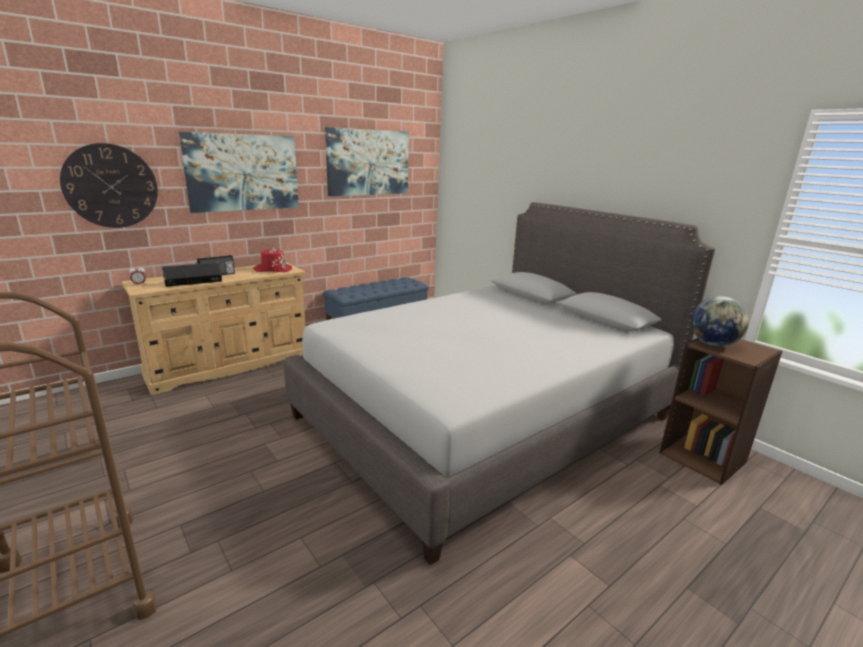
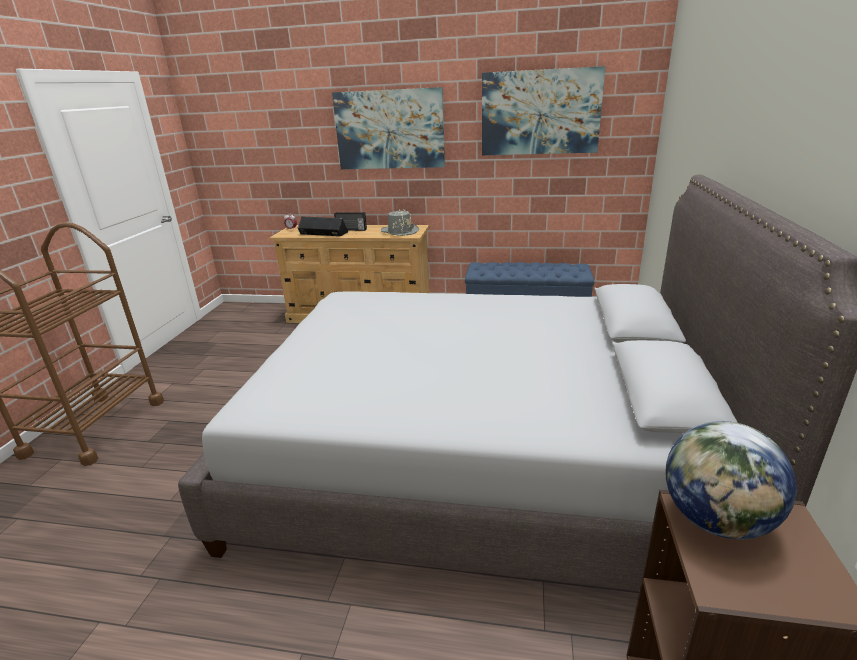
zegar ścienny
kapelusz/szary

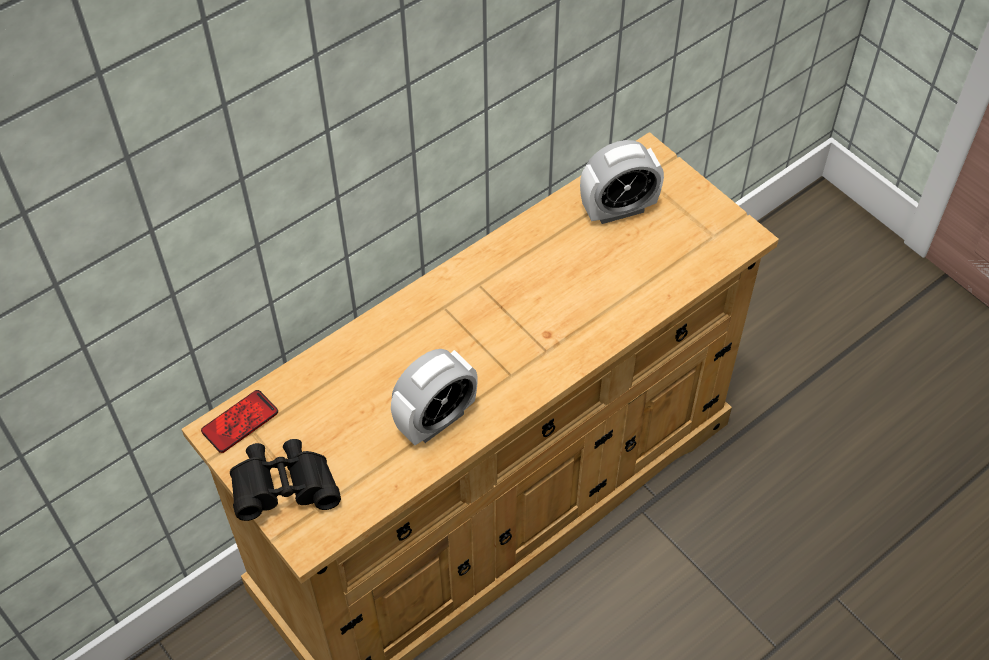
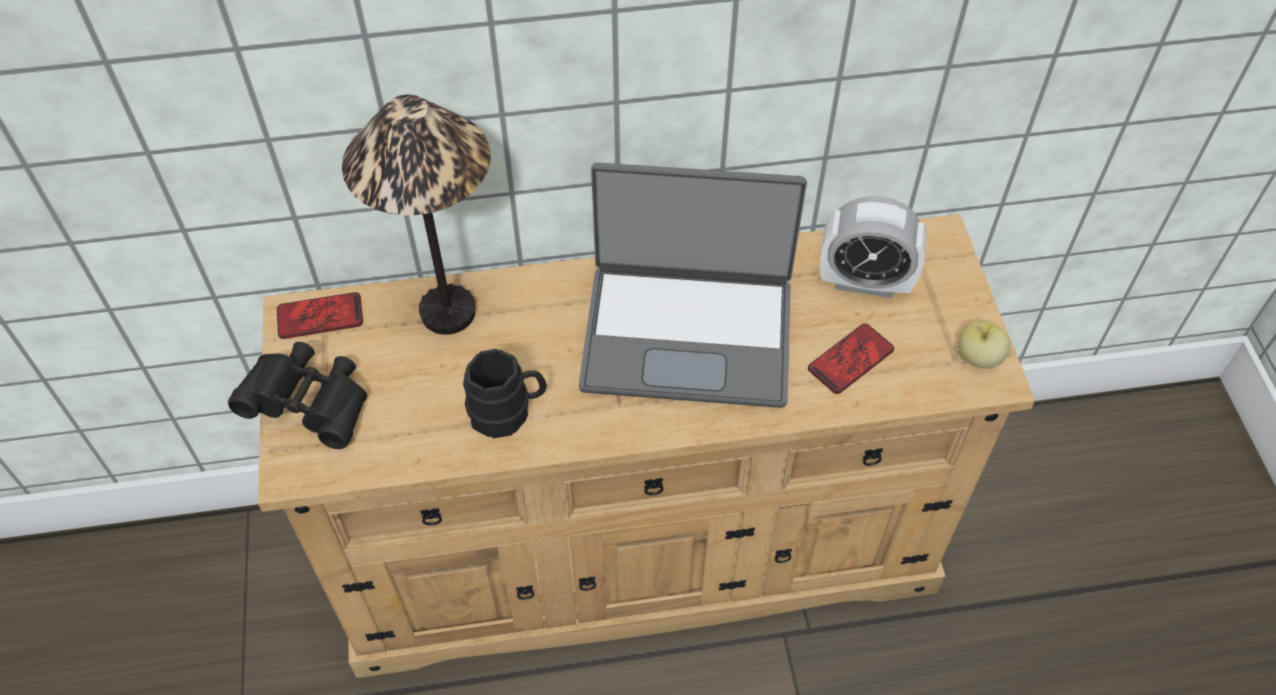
lampa stołowa
laptop
telefon (no. 2 from left)
jabłko
kubek/czarny

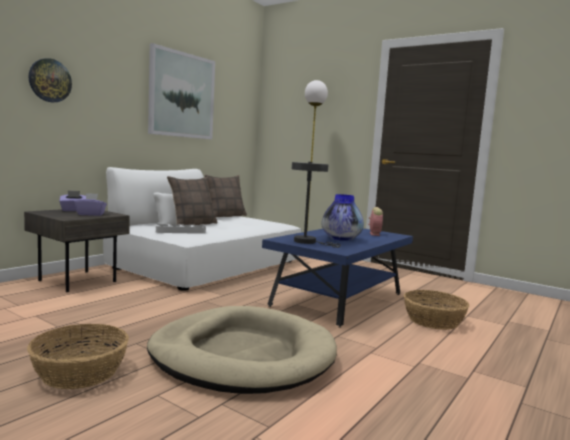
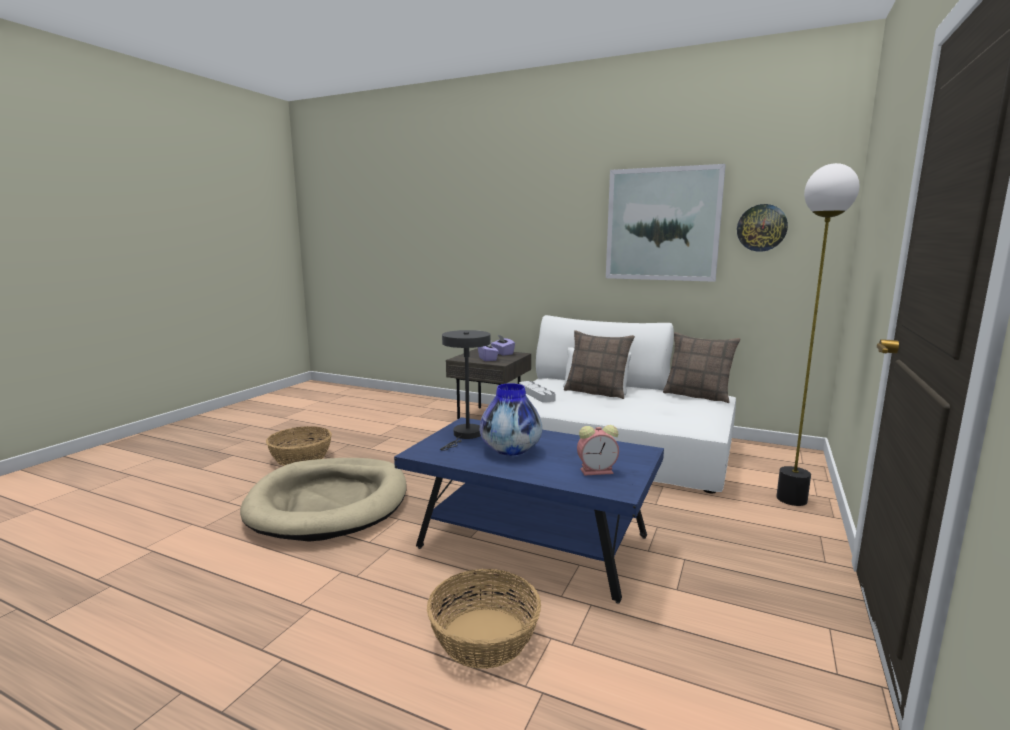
zegar ścienny

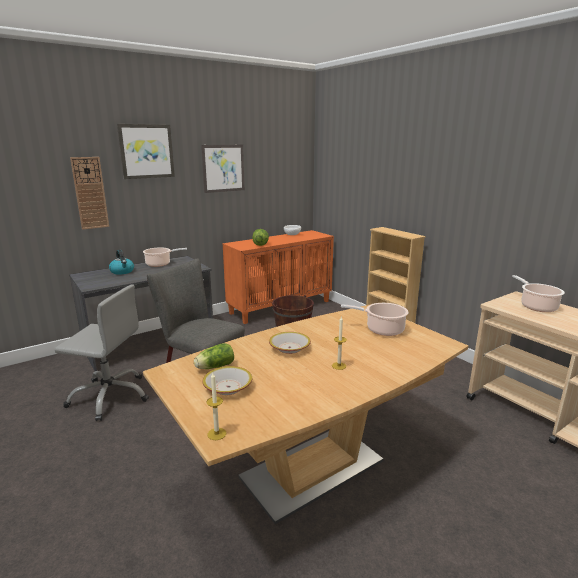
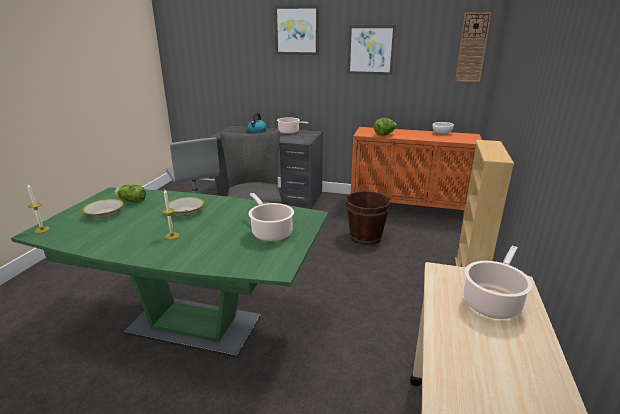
zegar ścienny
stół jadalny/zielony

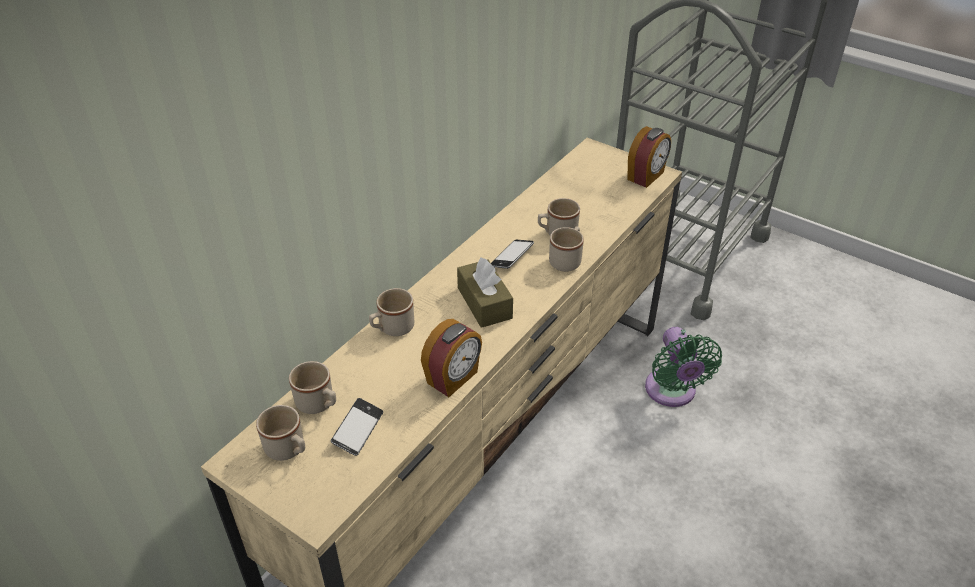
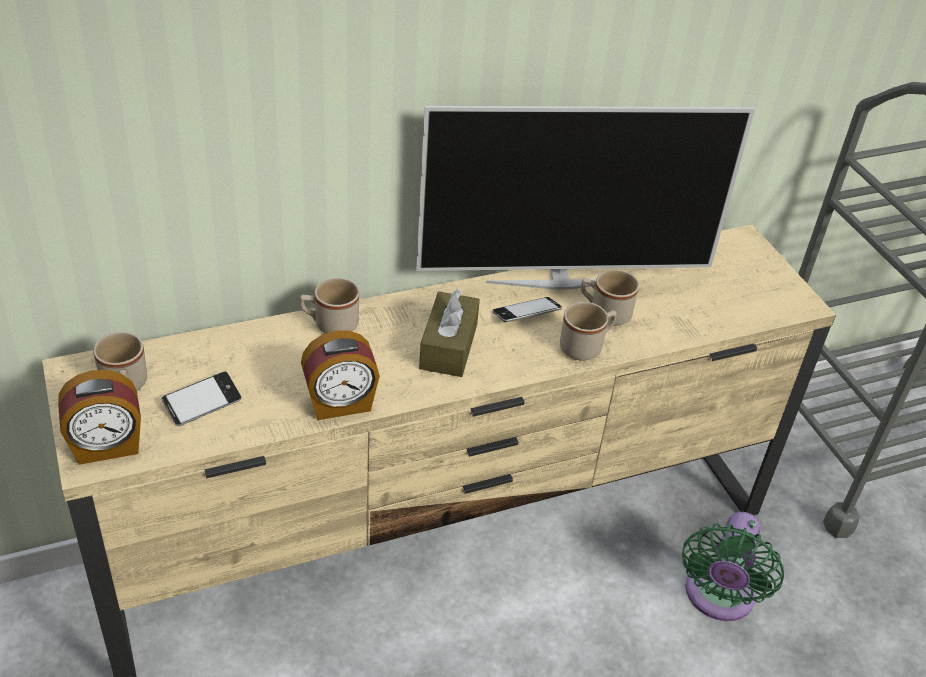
kubek/beżowy (no. 2 from left in the first image)
telewizor
budzik (no. 1 from left)

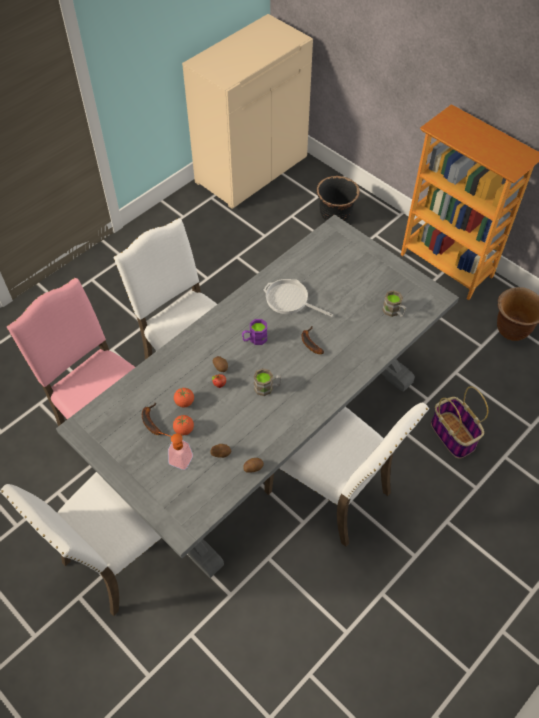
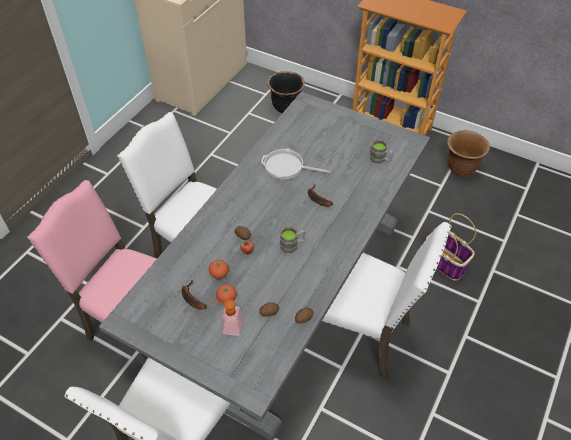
kubek/fioletowy

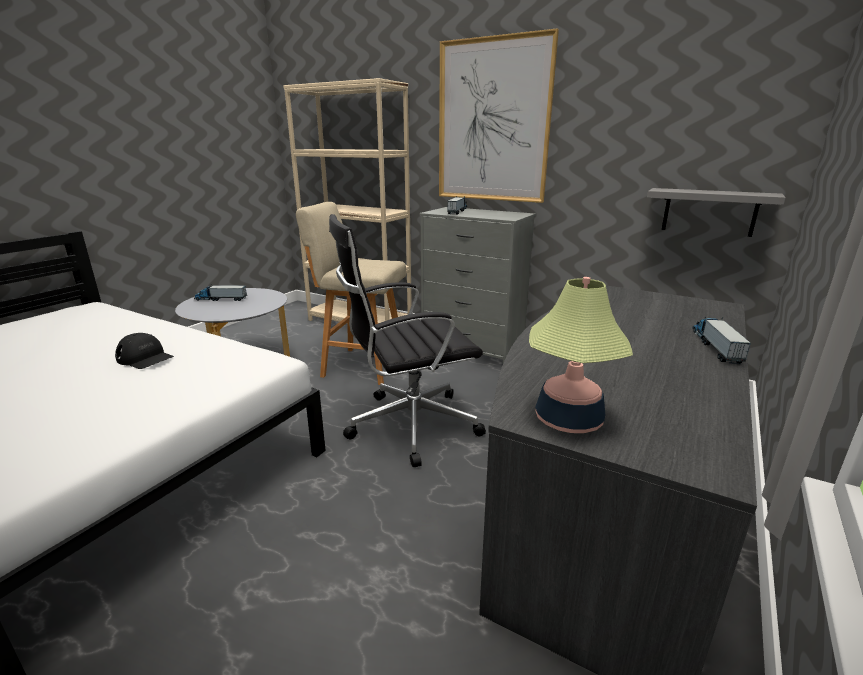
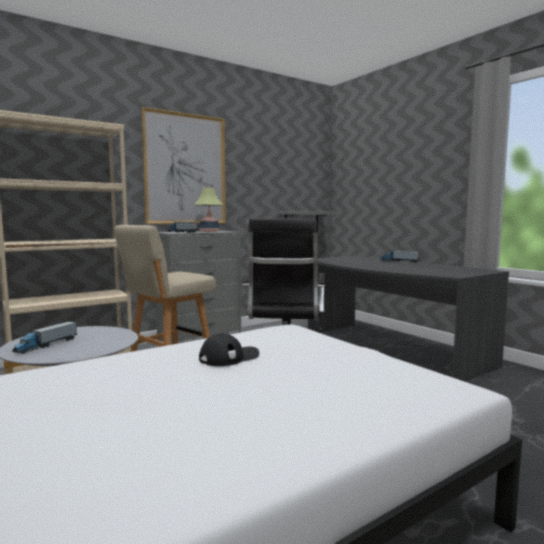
lampa stołowa

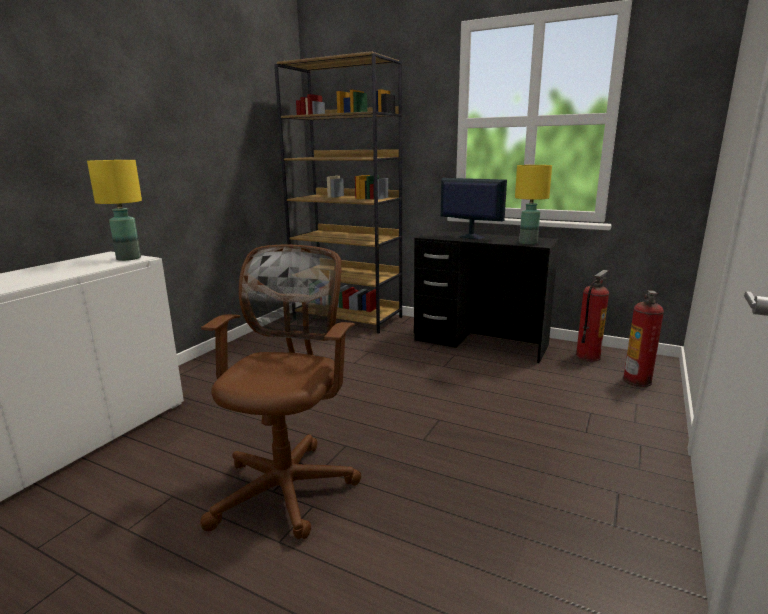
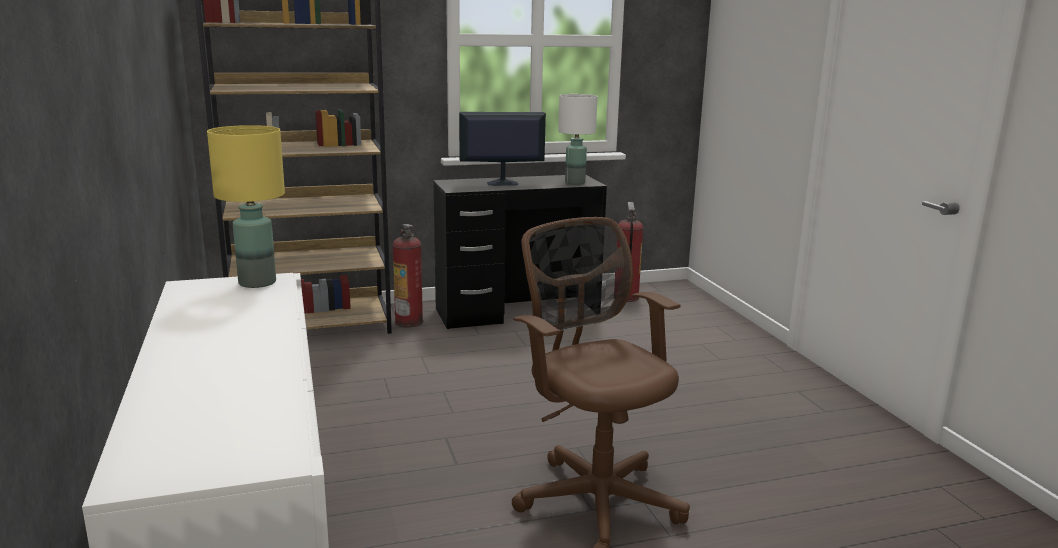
gaśnica (no. 1 from left)
lampa stołowa/biały

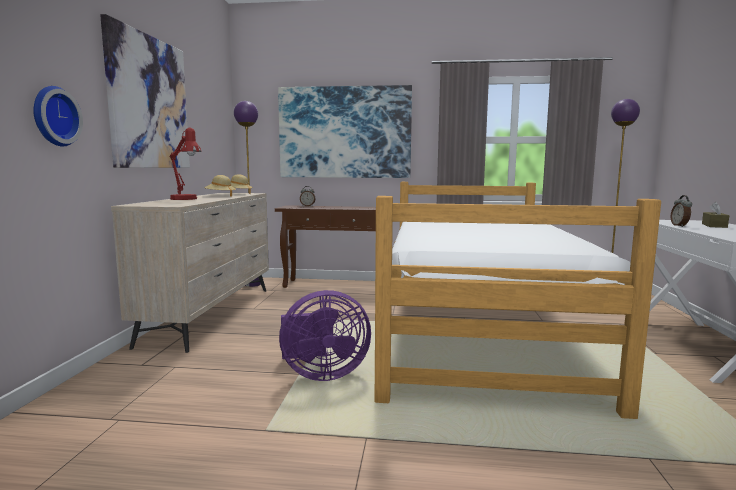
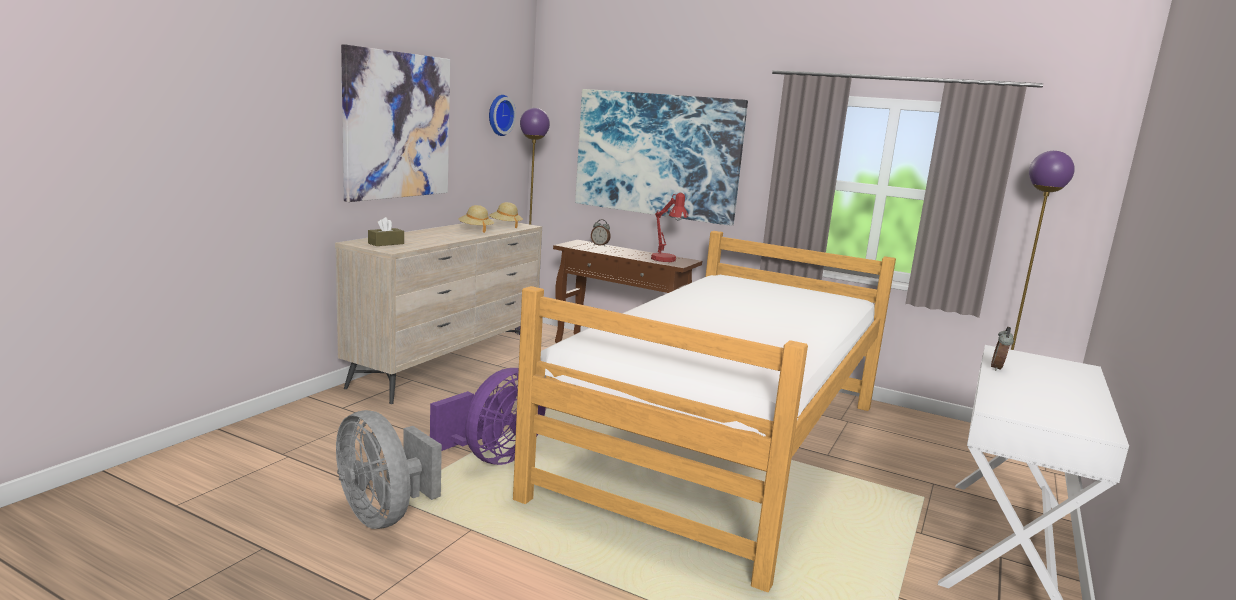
wentylator/szary
zegar ścienny
lampa stołowa/czerwony
pudełko chusteczek/brązowy
wentylator/fioletowy

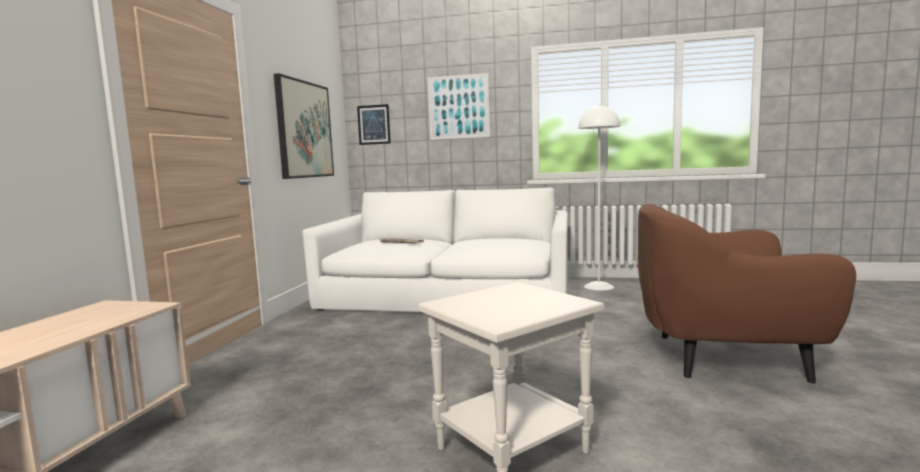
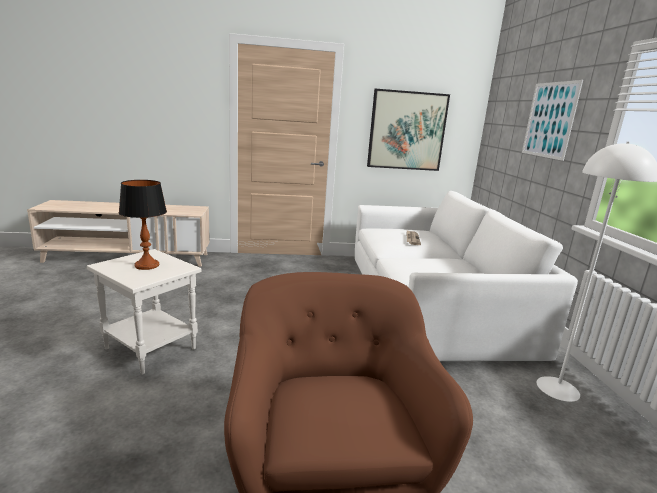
obraz (no. 2 from left in the first image)
lampa stołowa

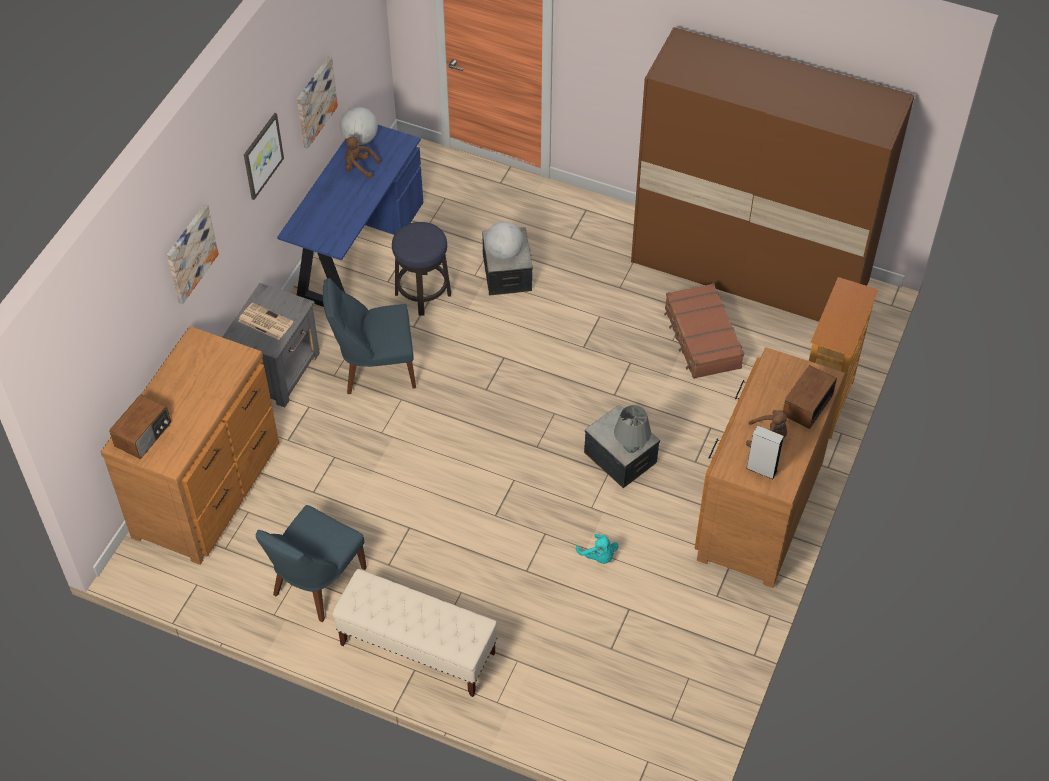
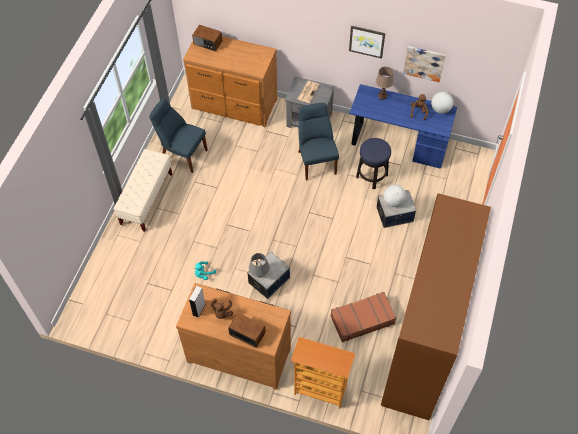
obraz (no. 1 from left in the first image)
lampa stołowa/brązowy

